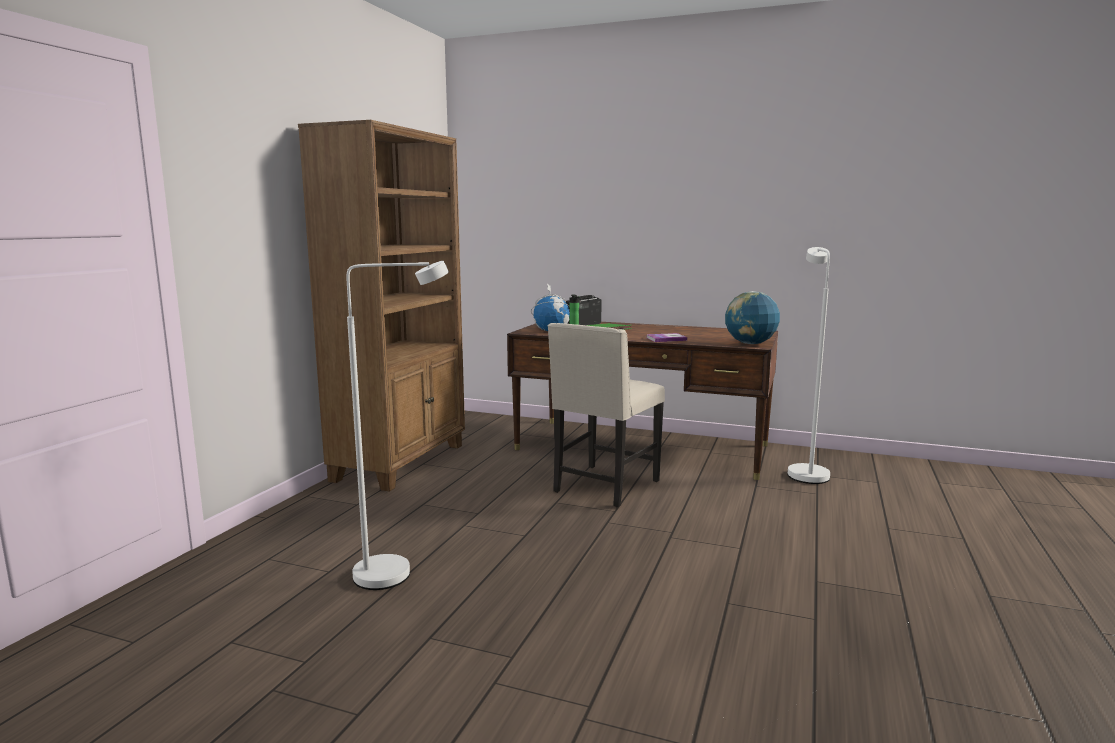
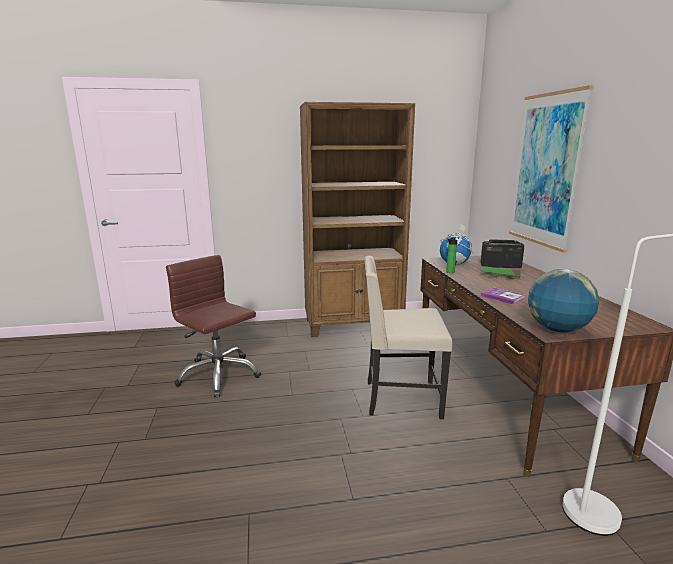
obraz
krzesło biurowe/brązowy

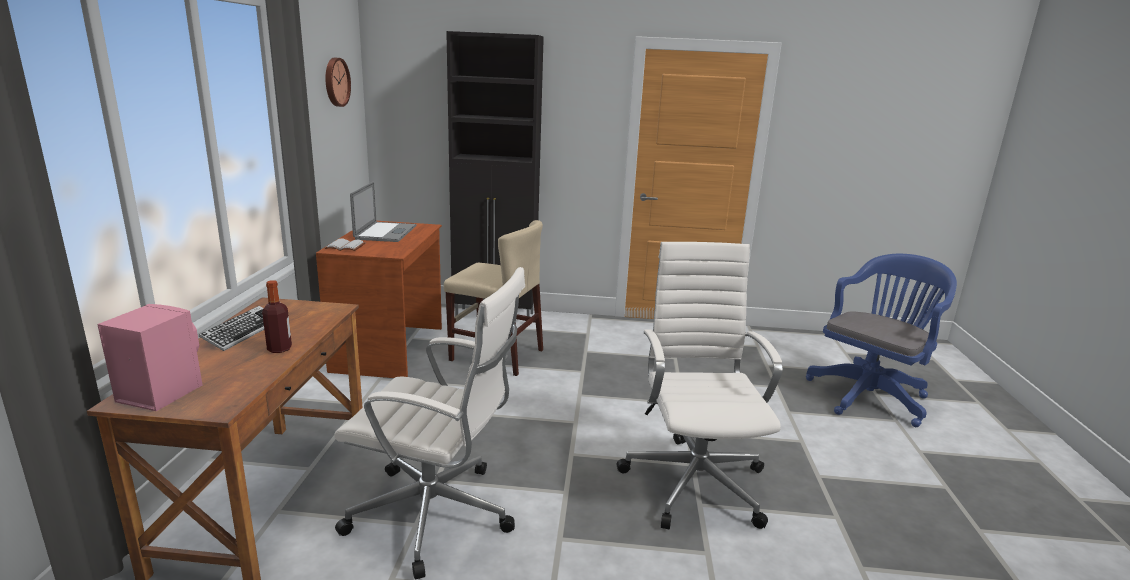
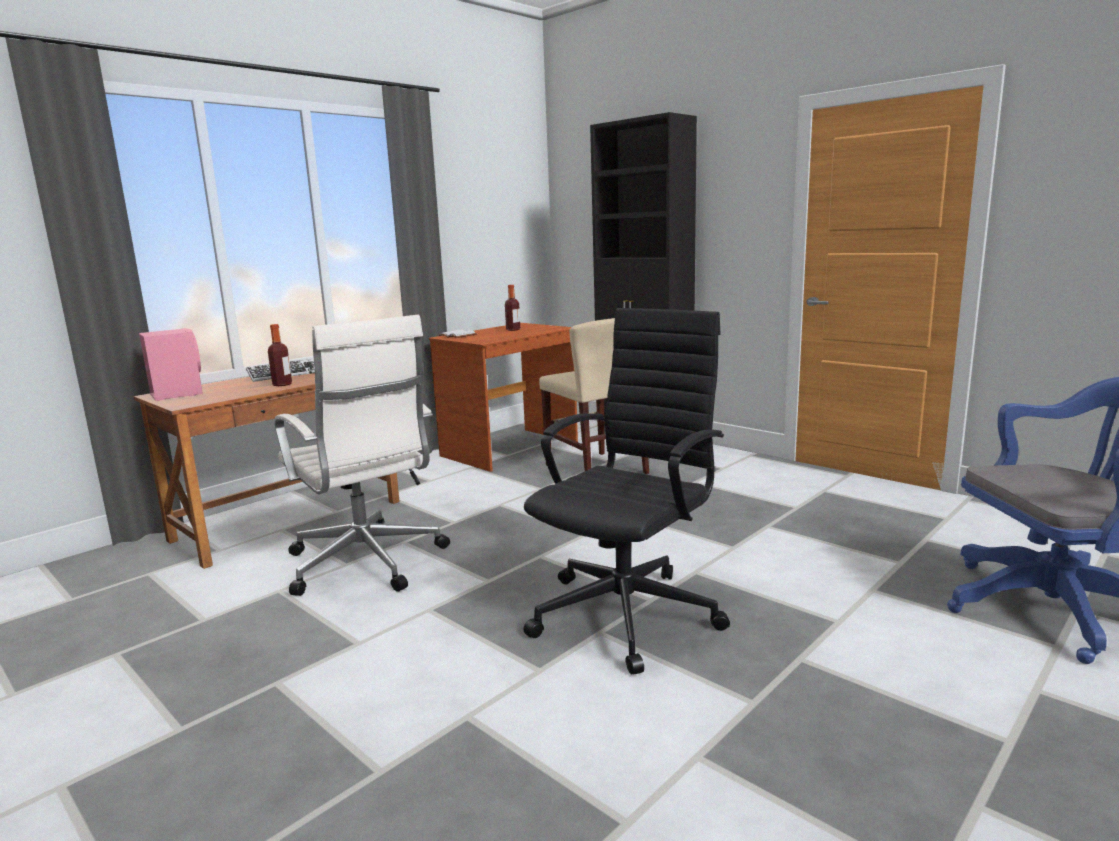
zegar ścienny
butelka (no. 2 from left)
krzesło biurowe/czarny

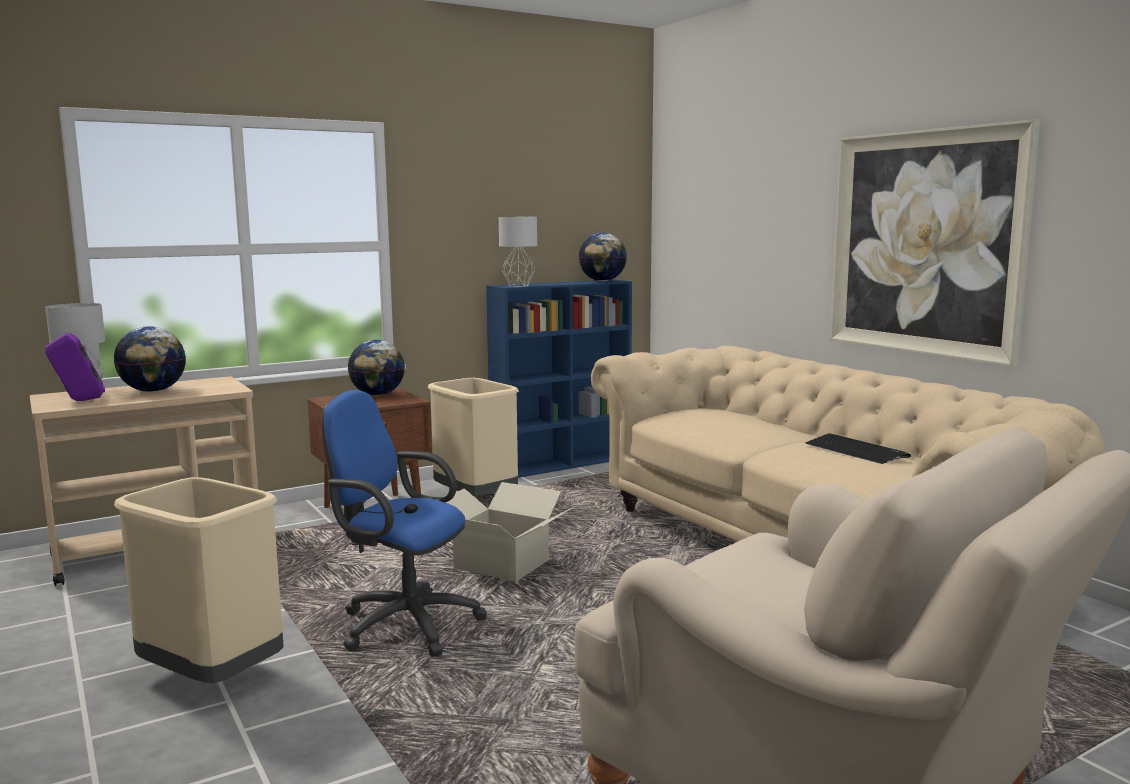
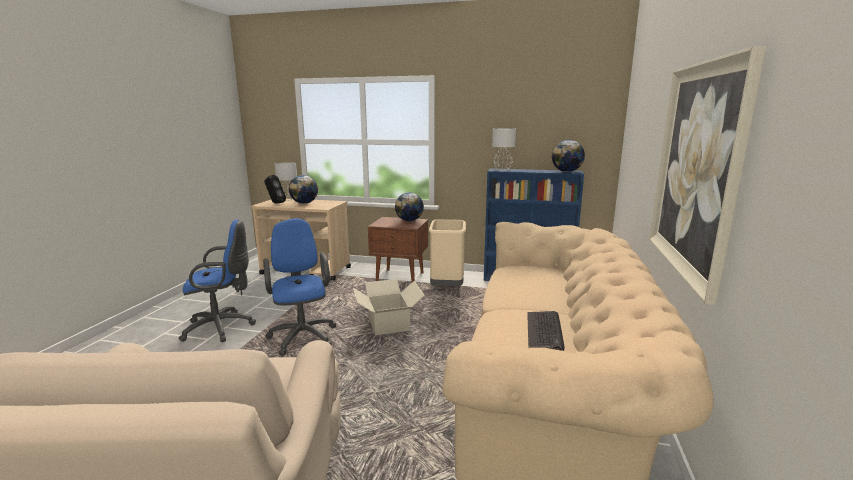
krzesło biurowe/niebieski (no. 1 from left)
głośnik/czarny

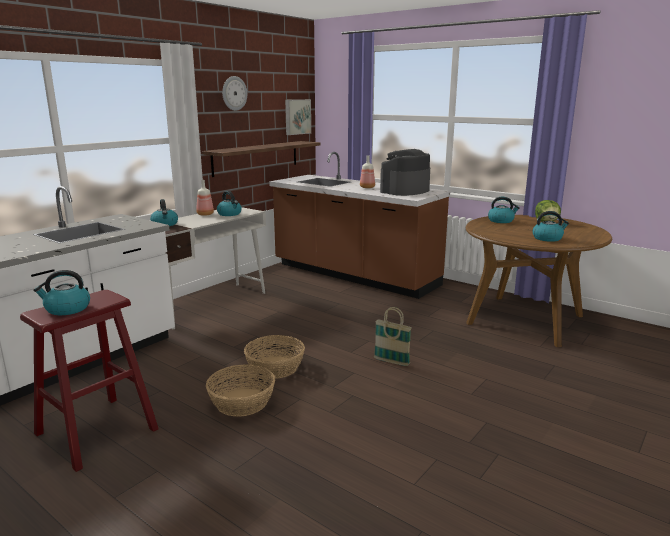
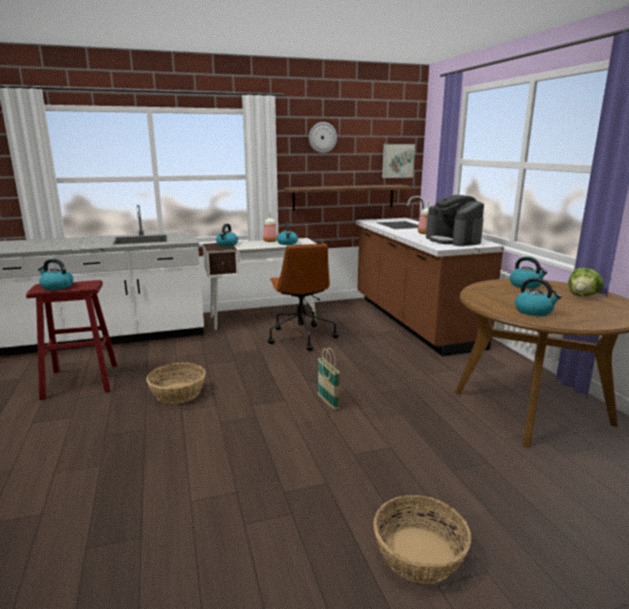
krzesło biurowe/brązowy
koszyk (no. 3 from left)
ekspres do kawy

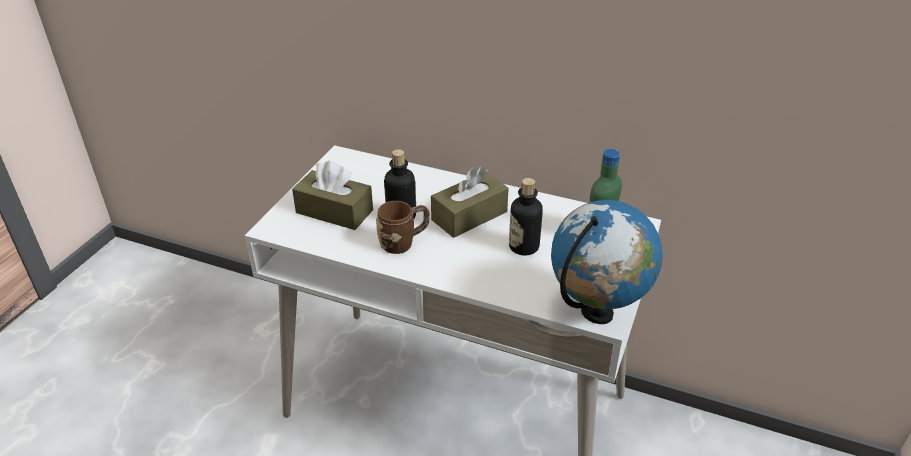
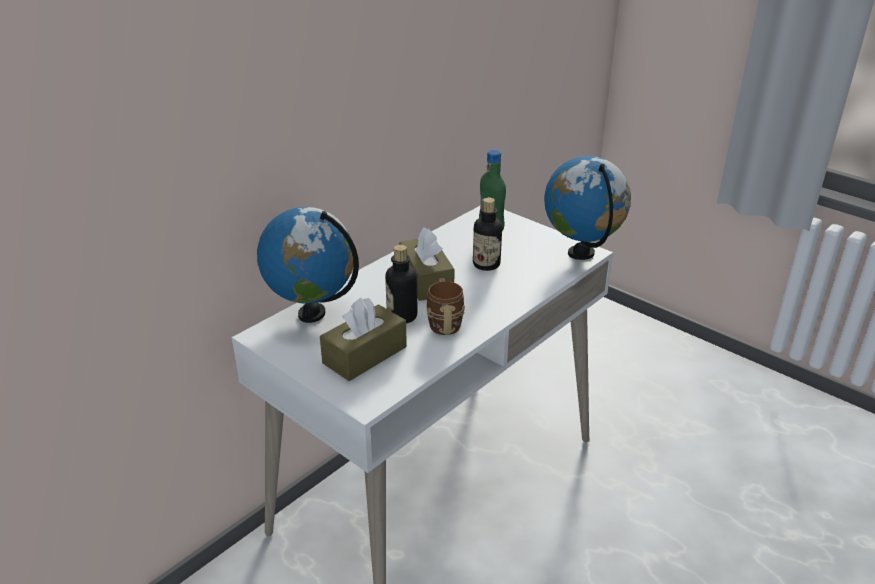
globus (no. 1 from left)

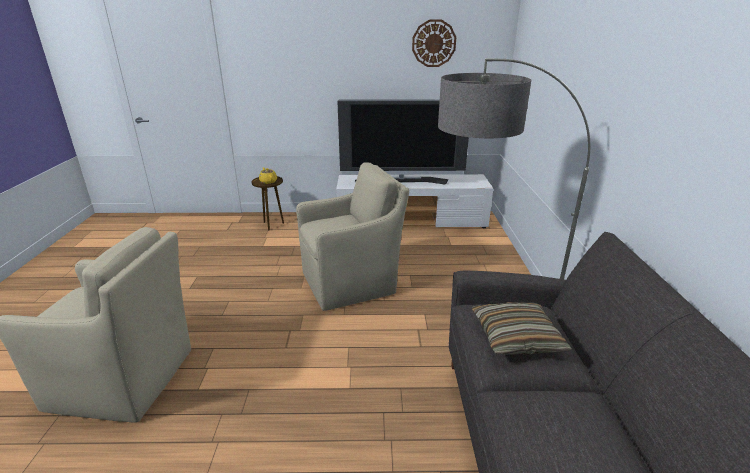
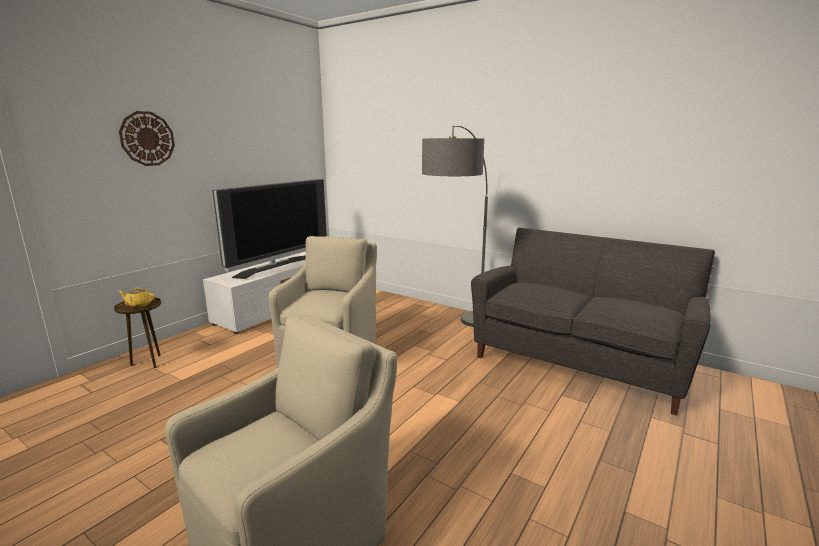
poduszka
zegar ścienny

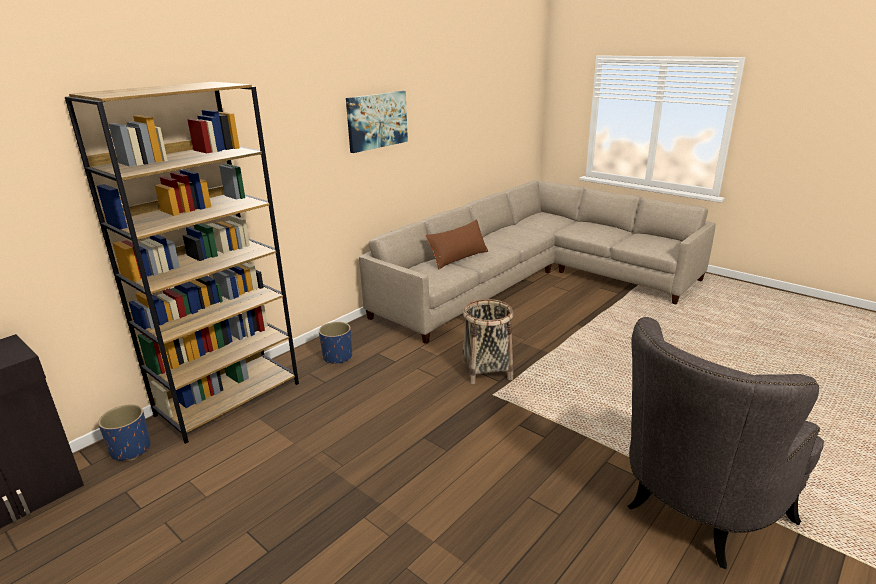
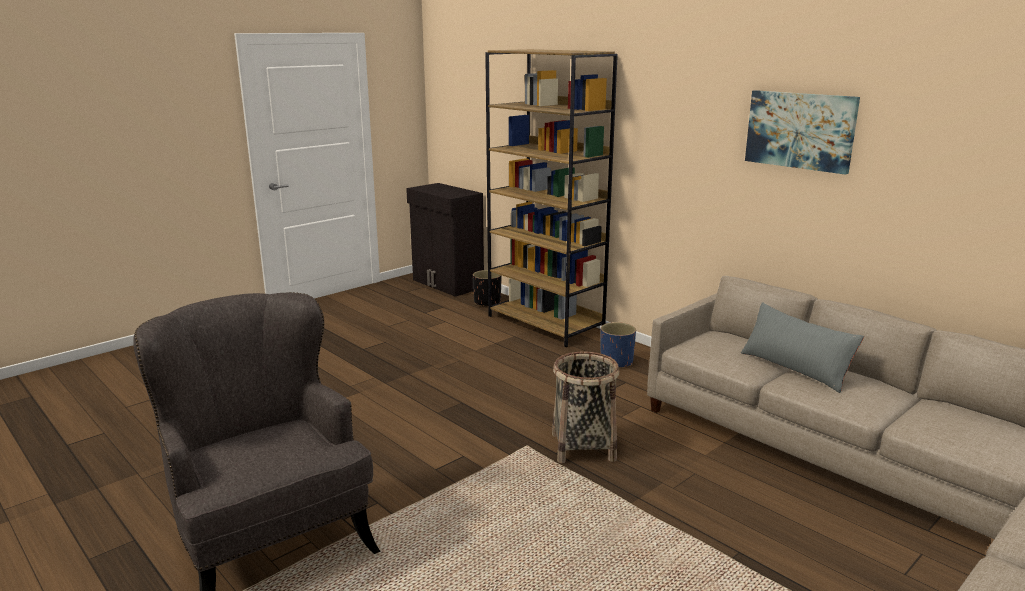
donica/czarny
poduszka/szary

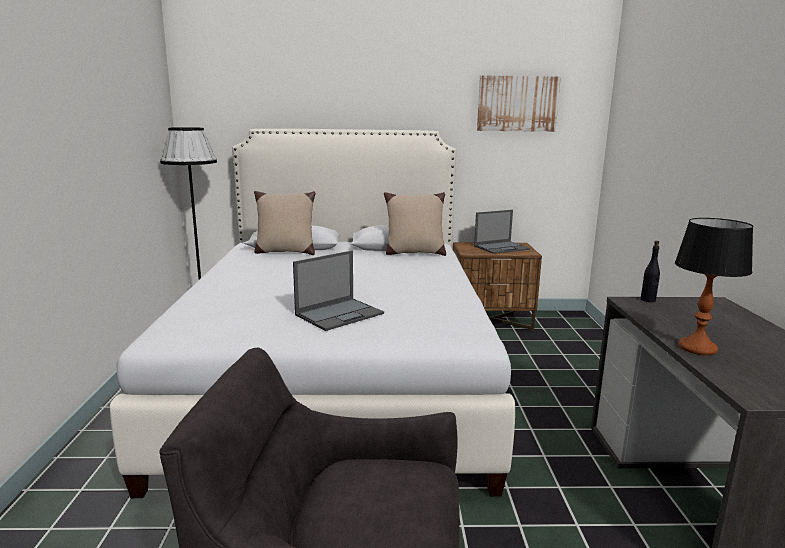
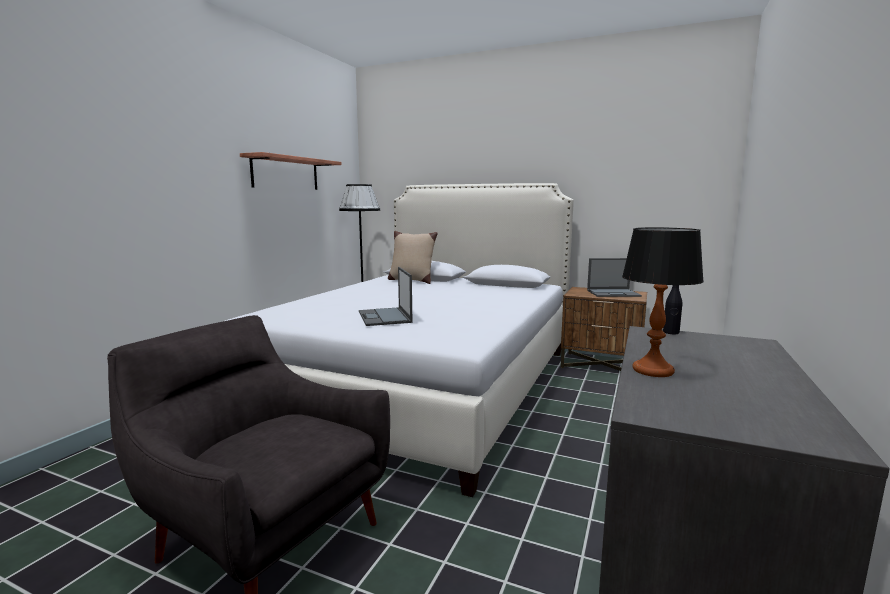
poduszka/beżowy (no. 2 from left in the first image)
obraz
półka
laptop (no. 1 from left)

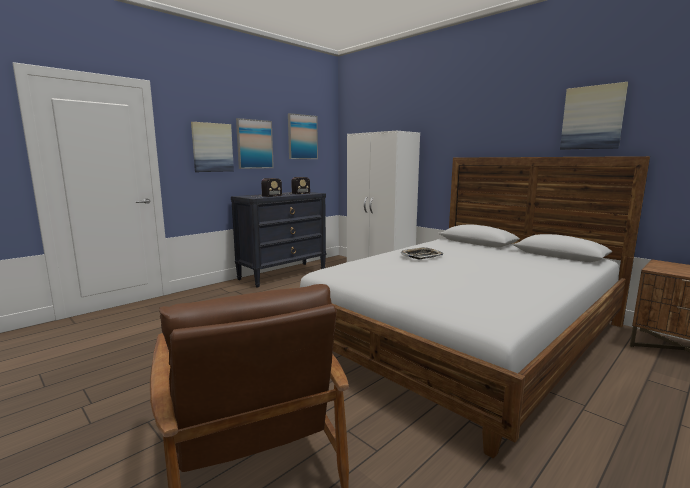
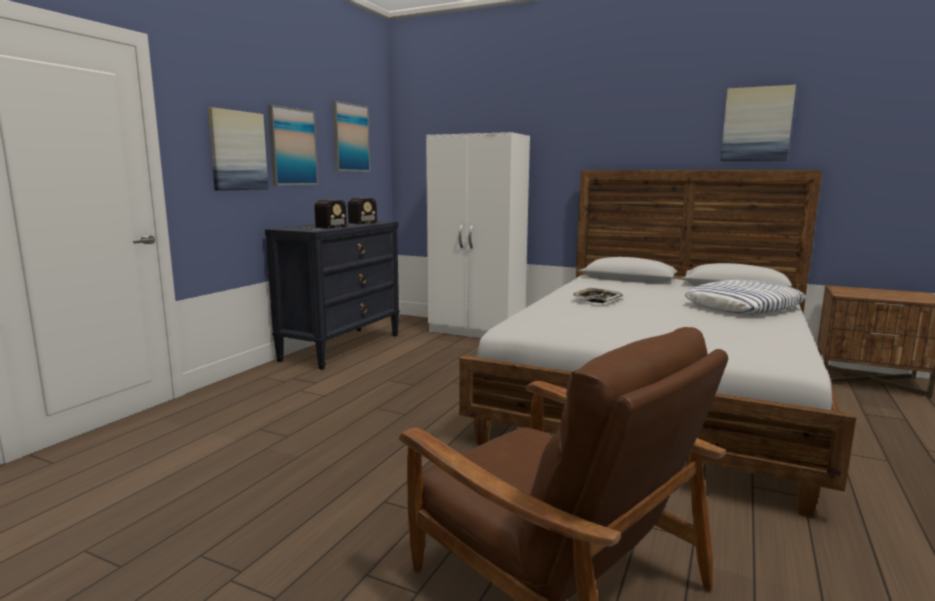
poduszka

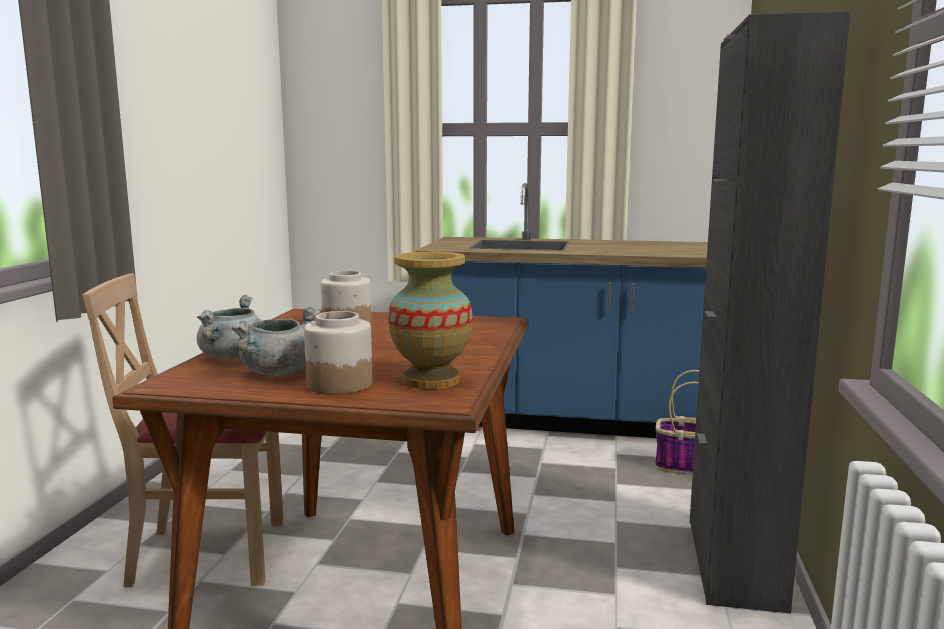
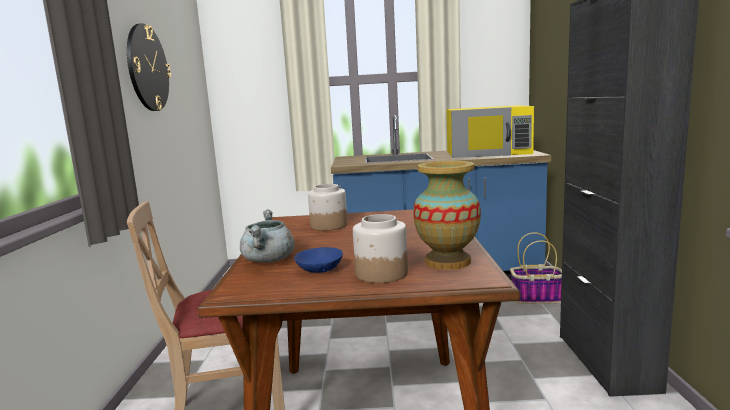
zegar ścienny
mikrofalówka/żółty
miska/niebieski

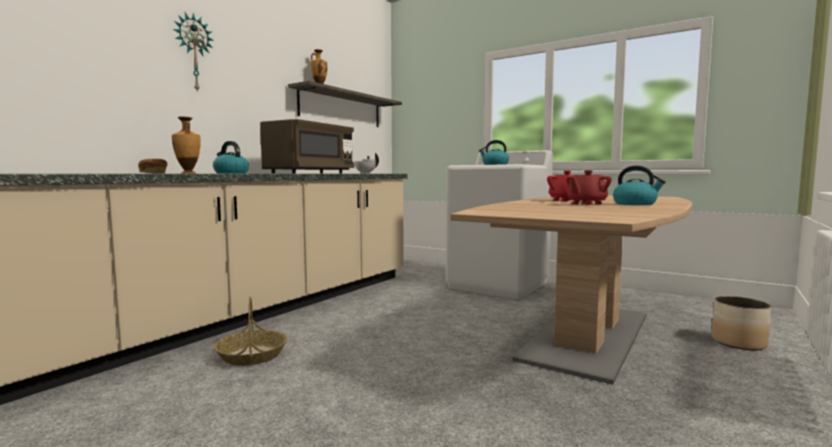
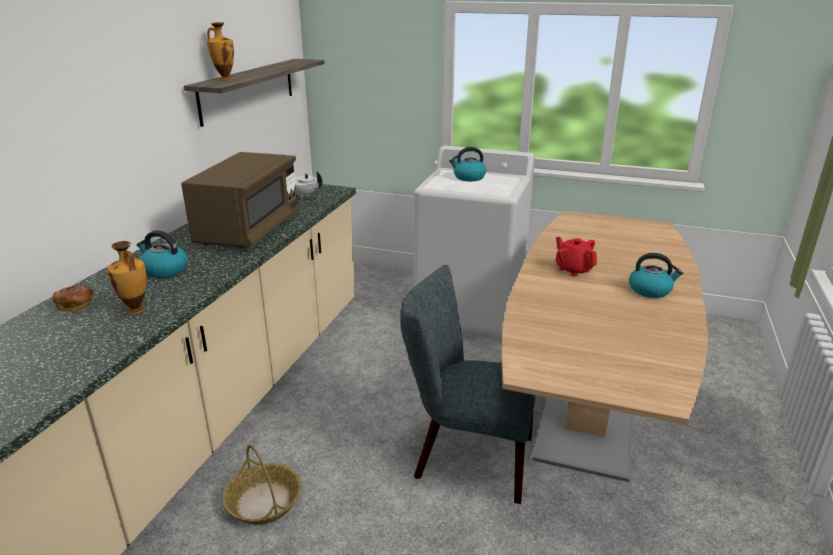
zegar ścienny
imbryk/czerwony (no. 2 from left in the first image)
donica
krzesło/szary

